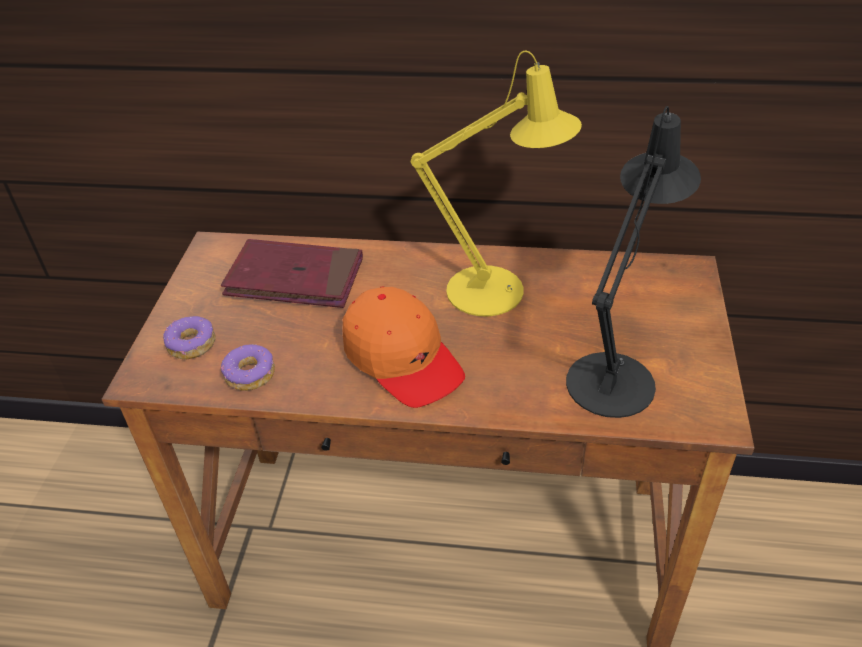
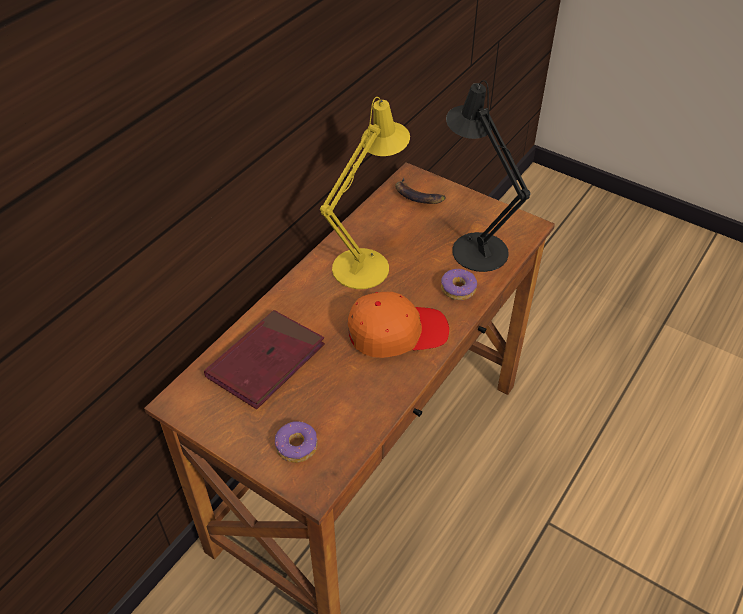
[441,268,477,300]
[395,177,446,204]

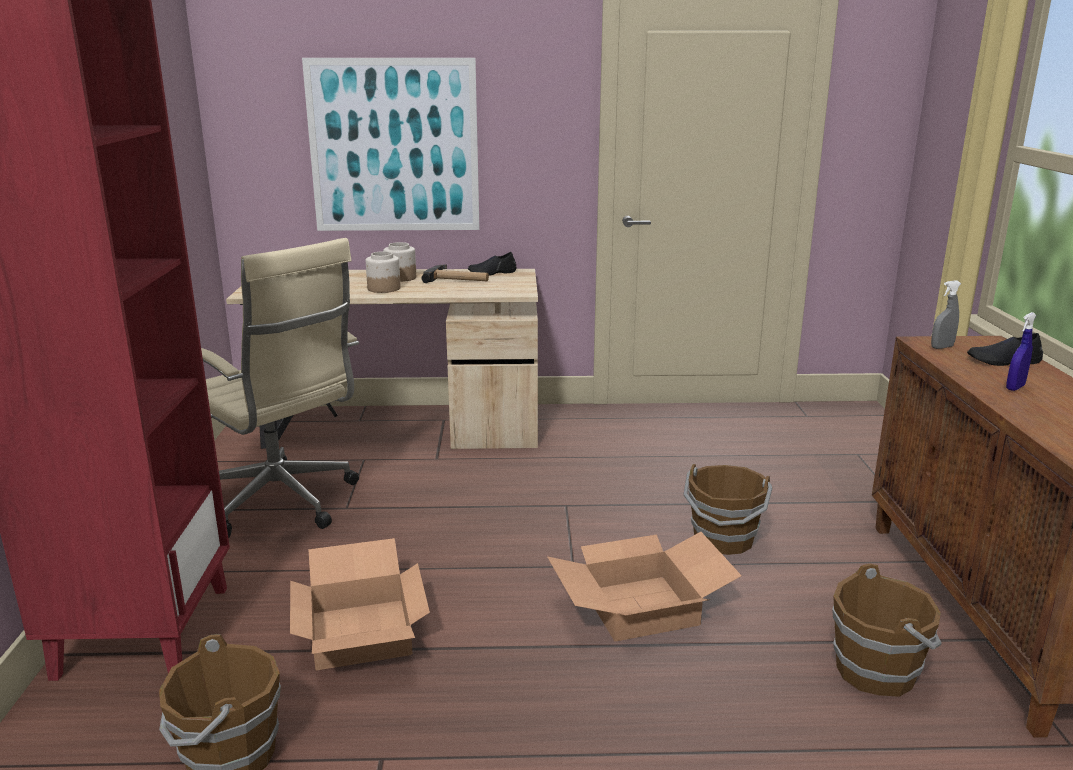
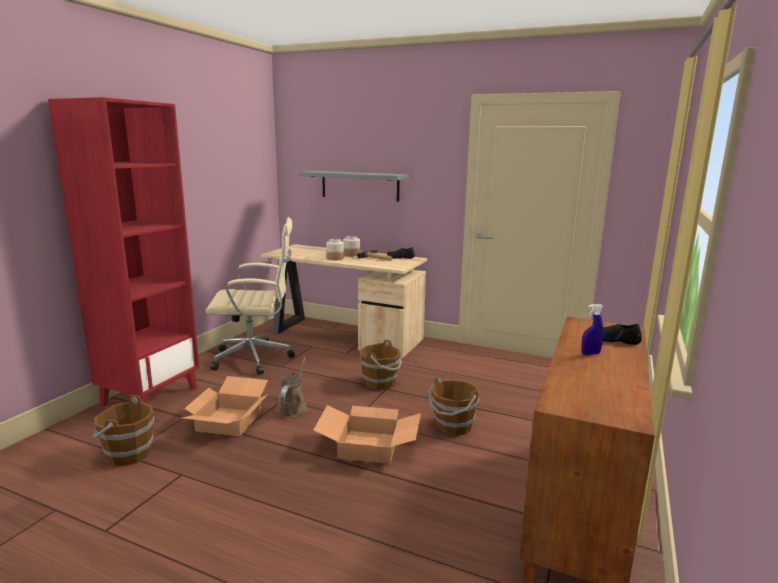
[299,171,409,202]
[206,217,295,375]
[931,280,961,349] (first image)
[360,340,402,390]
[276,357,307,418]

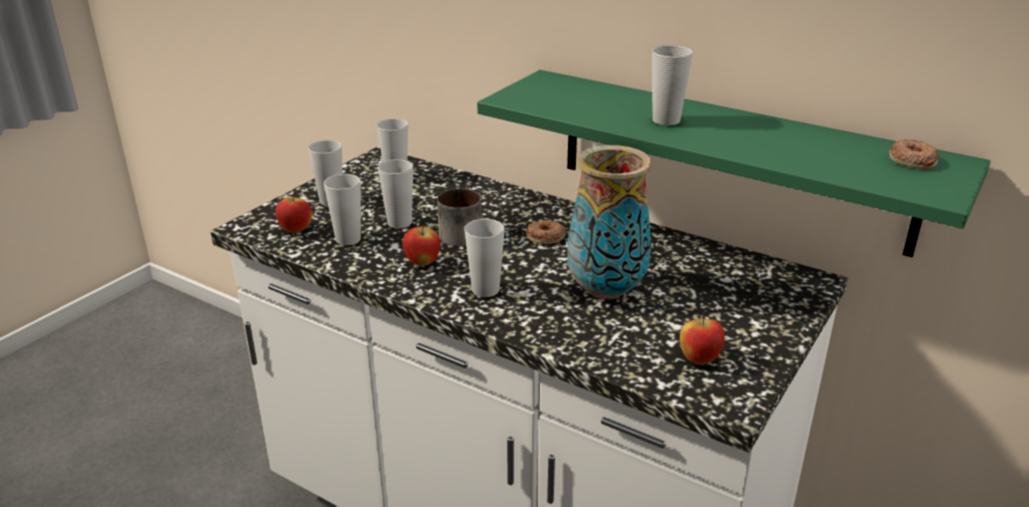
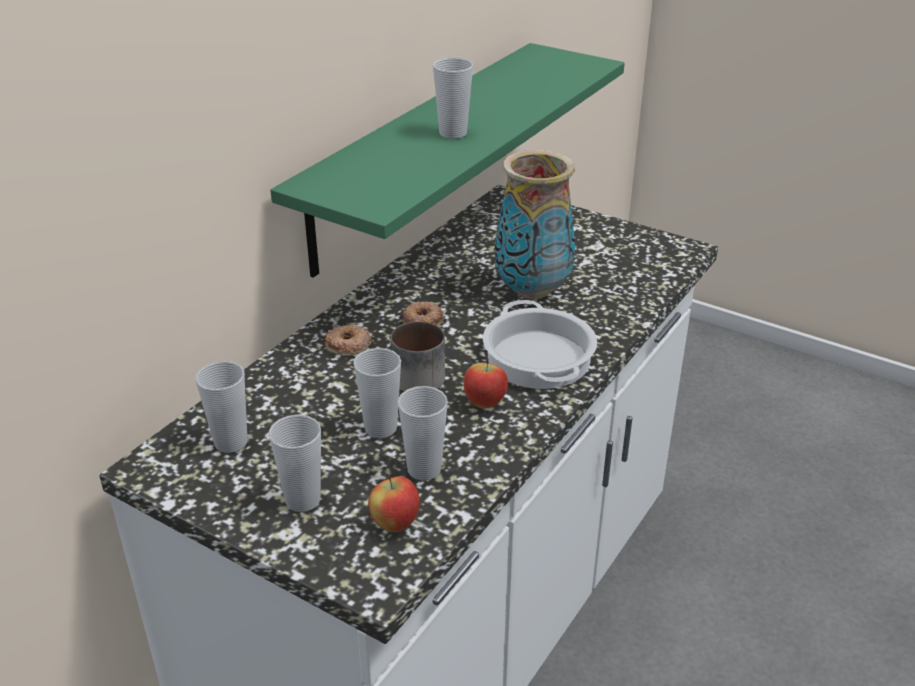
[325,325,371,356]
[483,300,597,389]
[680,313,725,365] (first image)

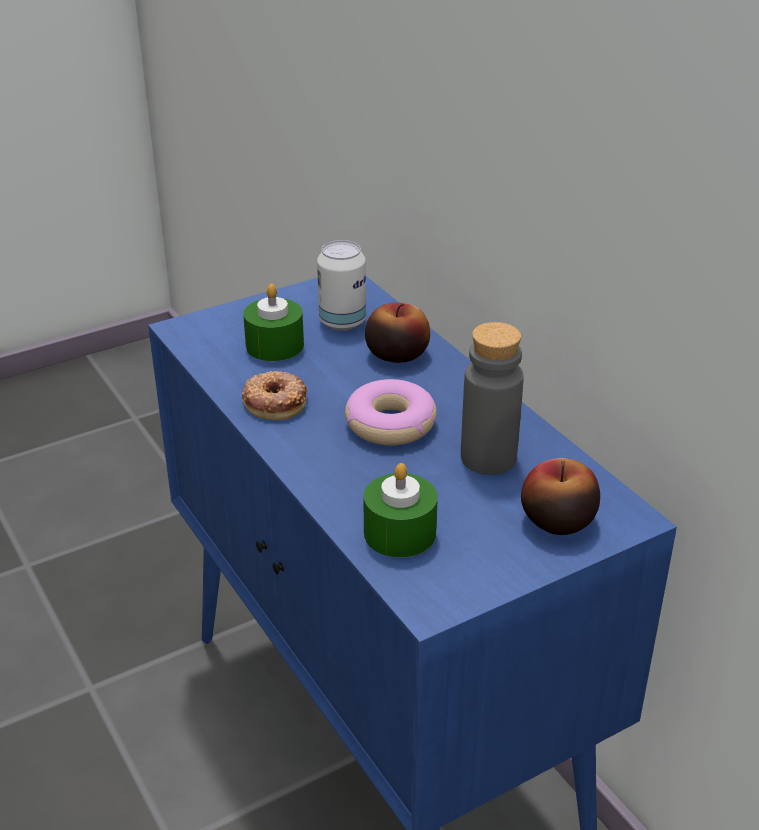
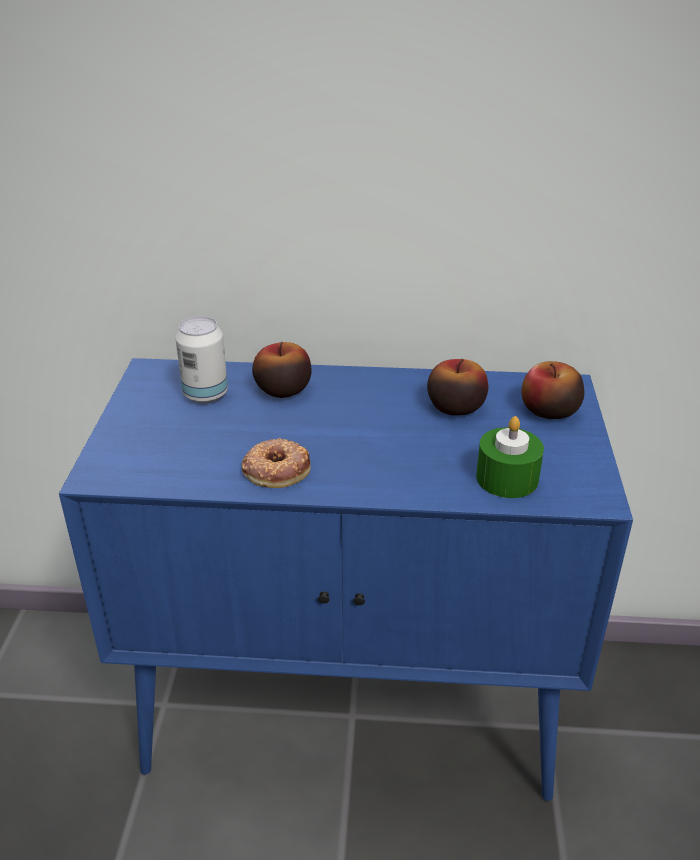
[243,284,304,361] (first image)
[427,359,488,416]
[345,379,437,445] (first image)

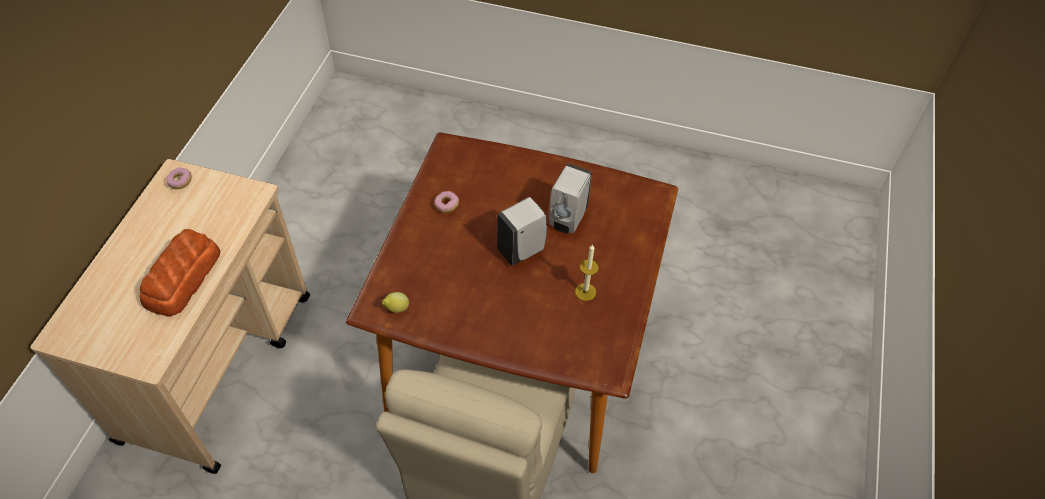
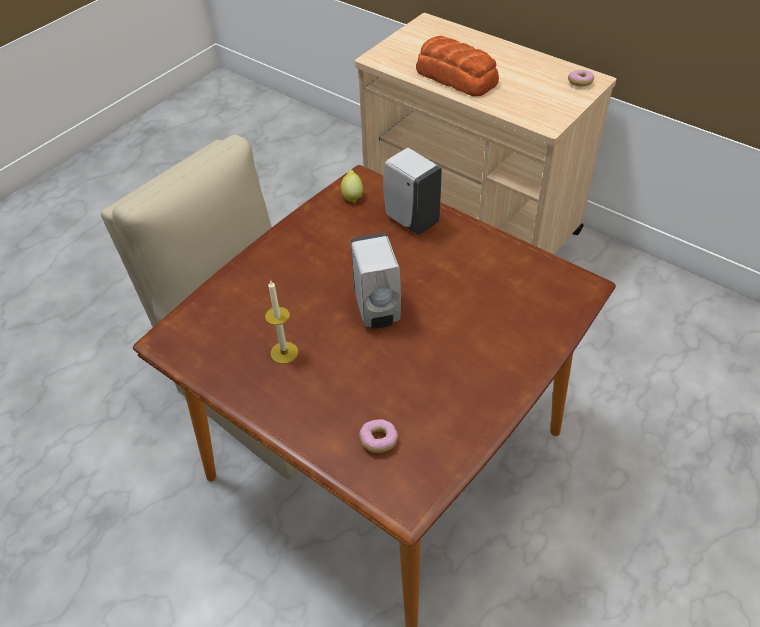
[383,148,442,235]
[359,419,398,453]

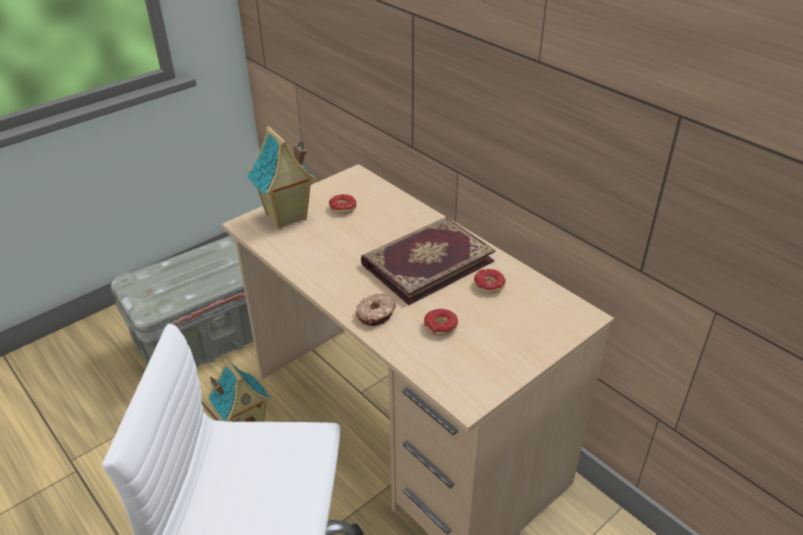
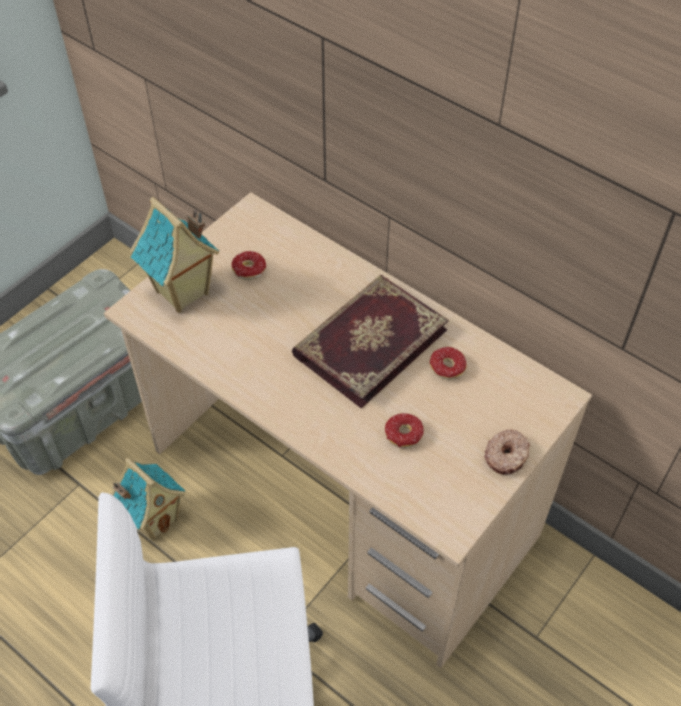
[484,429,530,475]

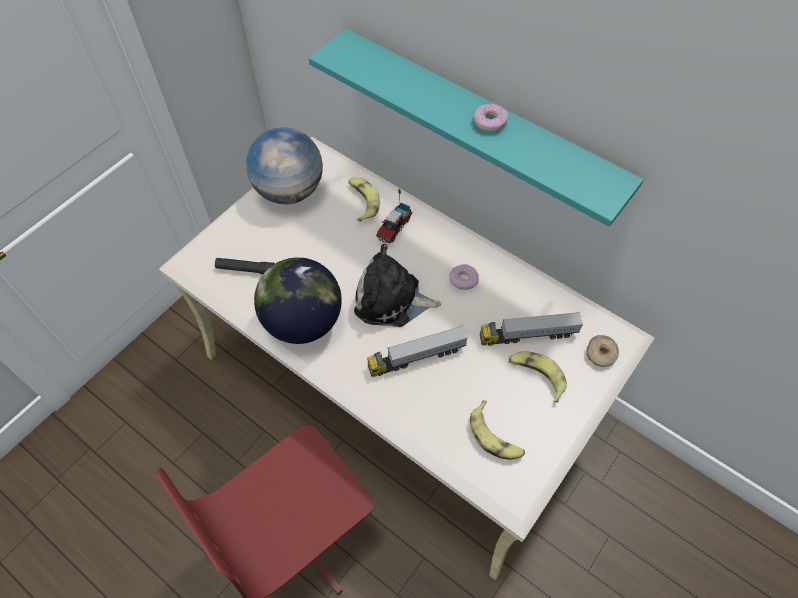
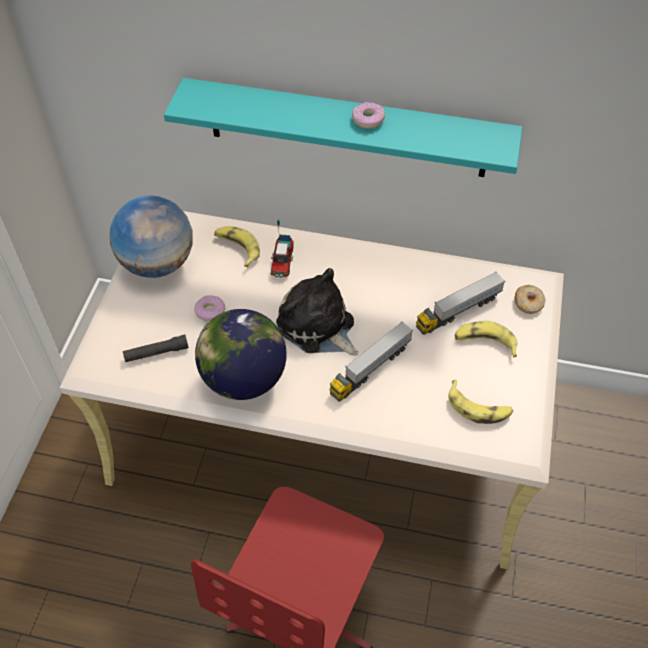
[276,268,359,355]
[194,295,225,321]

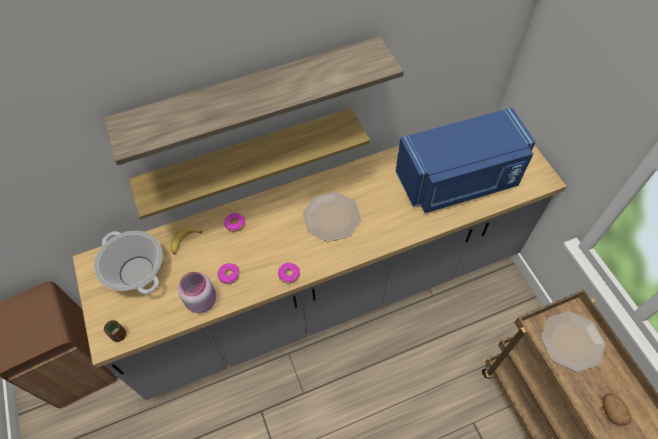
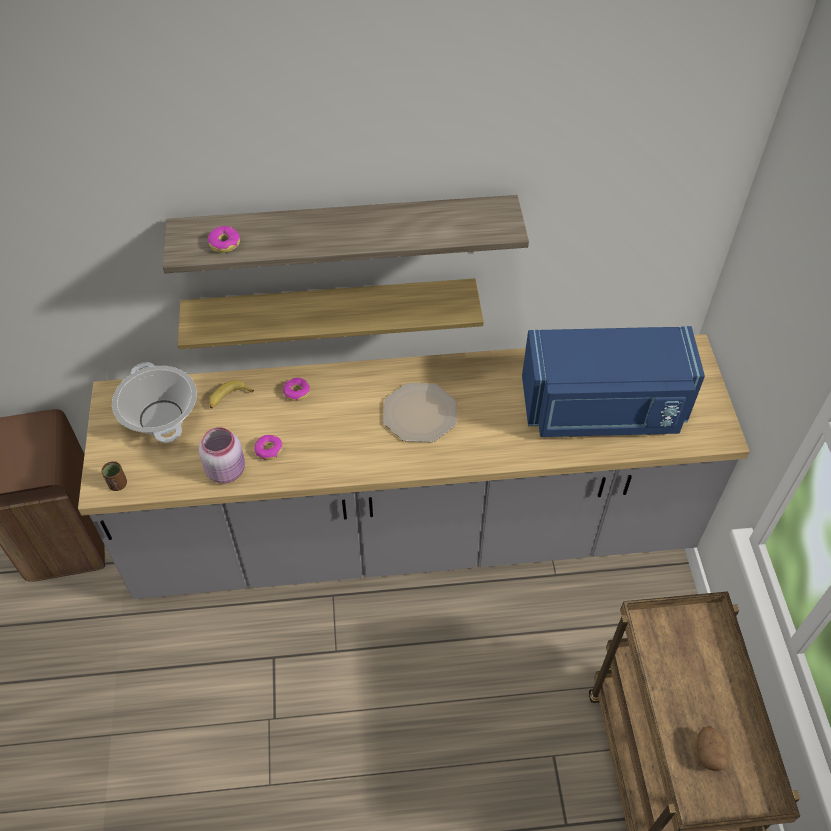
[208,226,240,253]
[541,311,606,372] (first image)

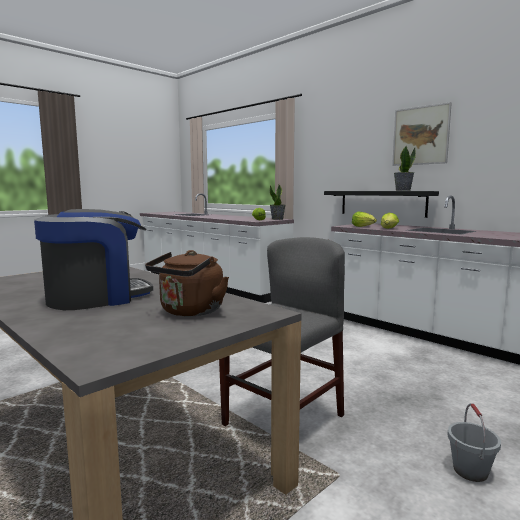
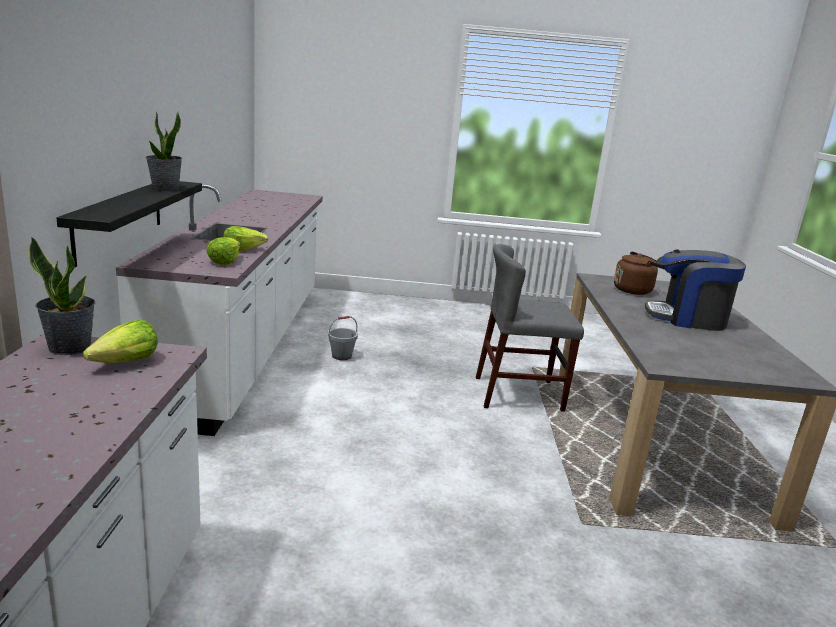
[392,102,452,166] (first image)
[328,316,358,360]

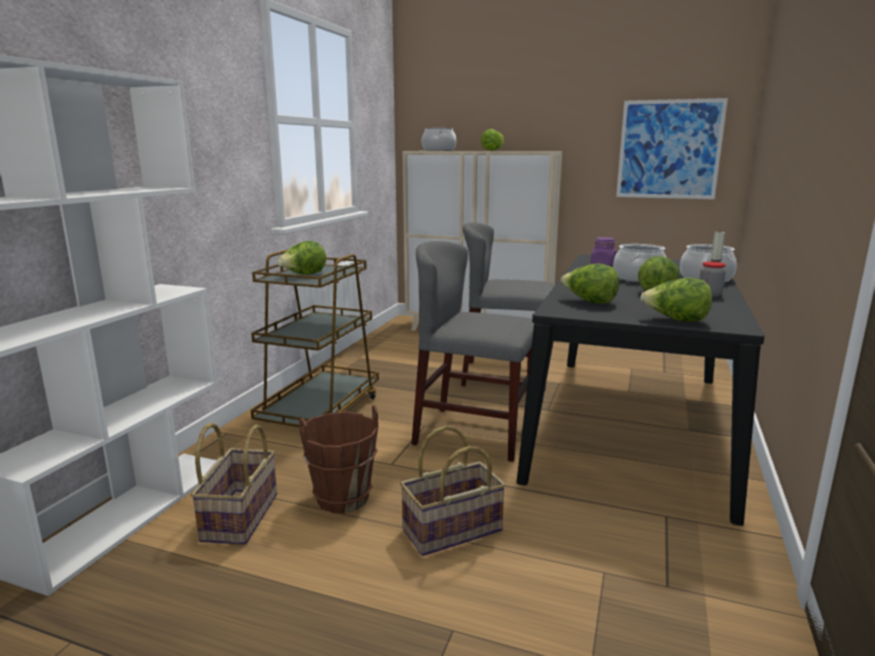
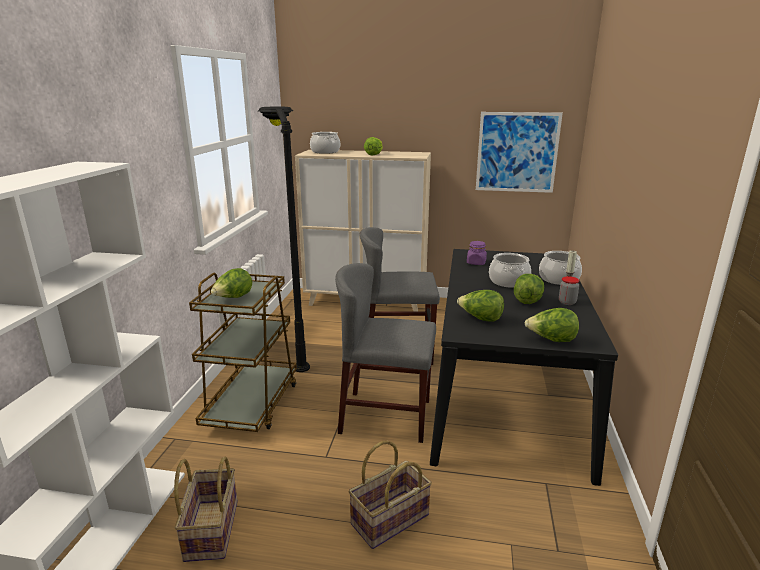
[299,405,378,513] (first image)
[258,107,310,372]

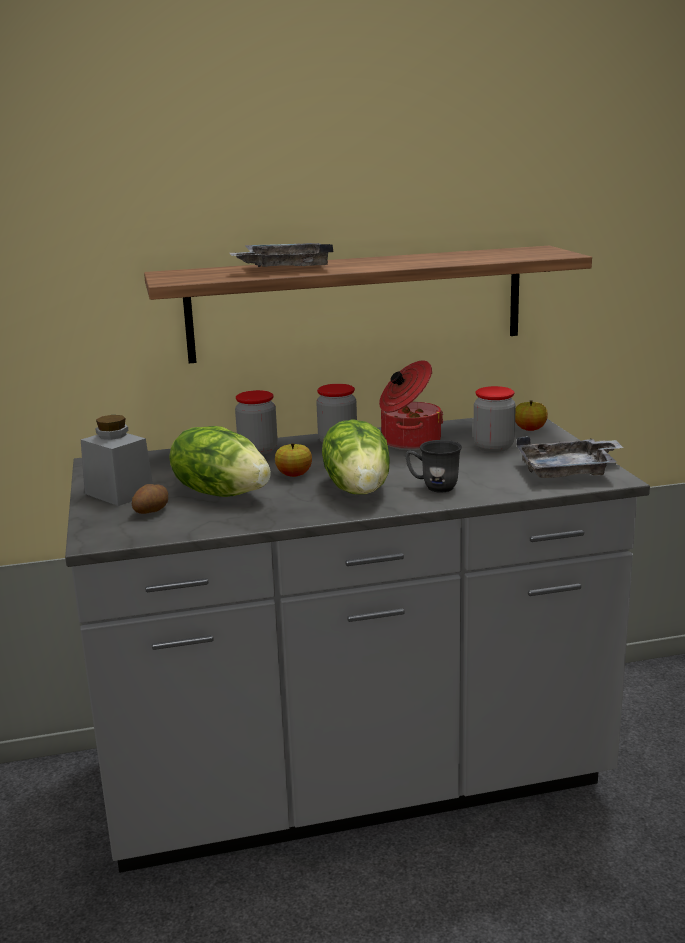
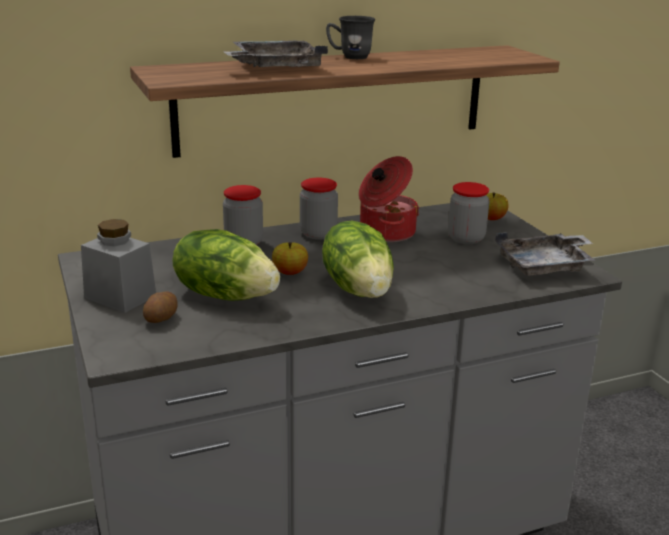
[326,16,375,59]

